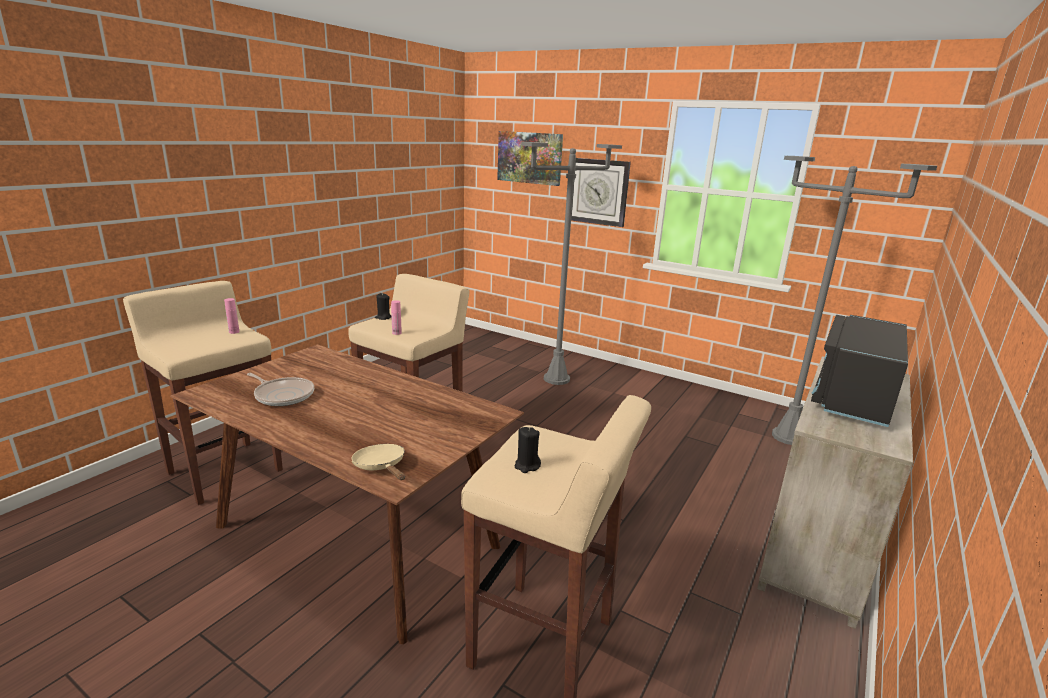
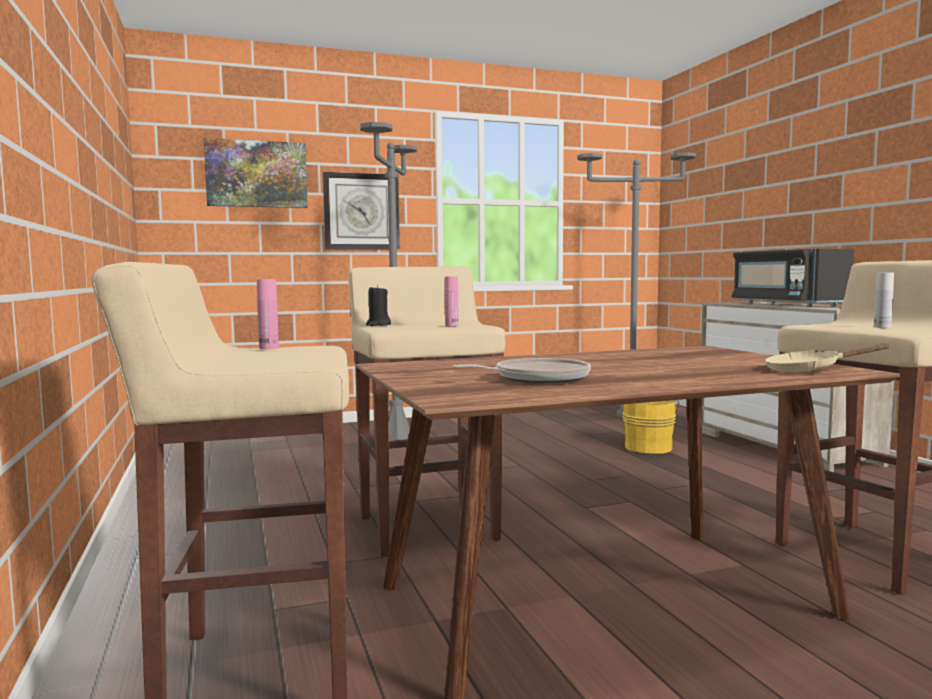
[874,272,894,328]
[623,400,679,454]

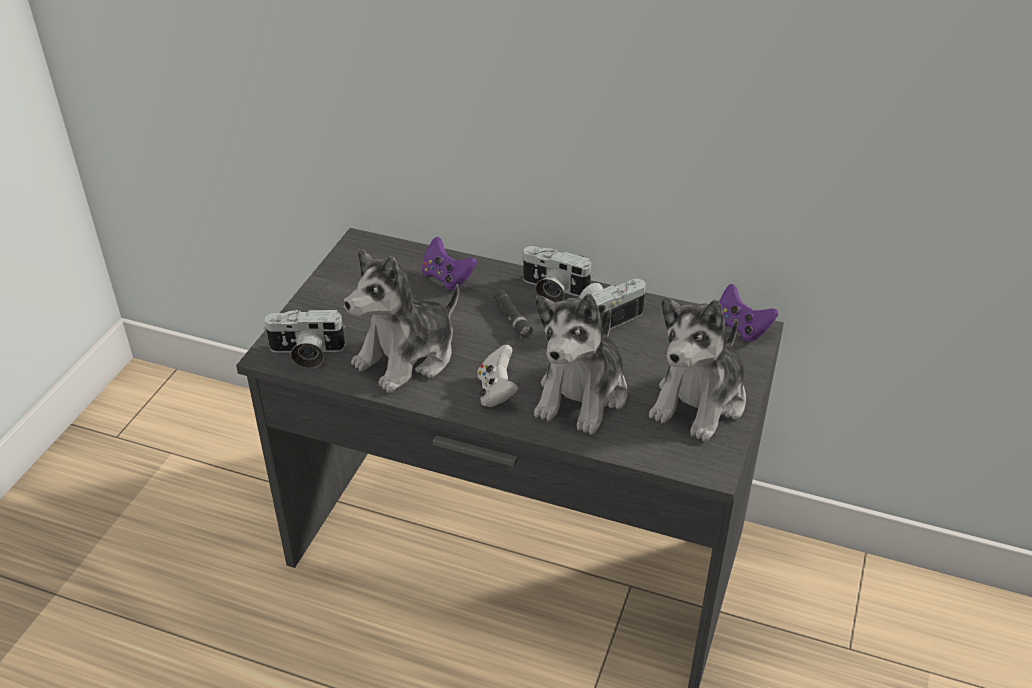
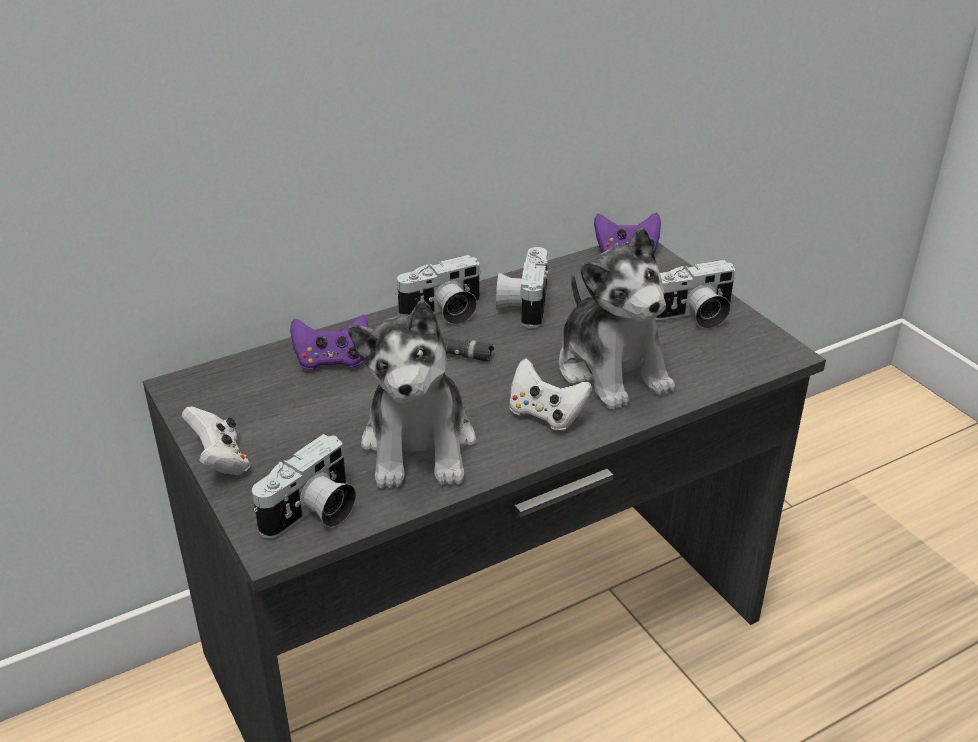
[655,260,735,329]
[182,406,250,475]

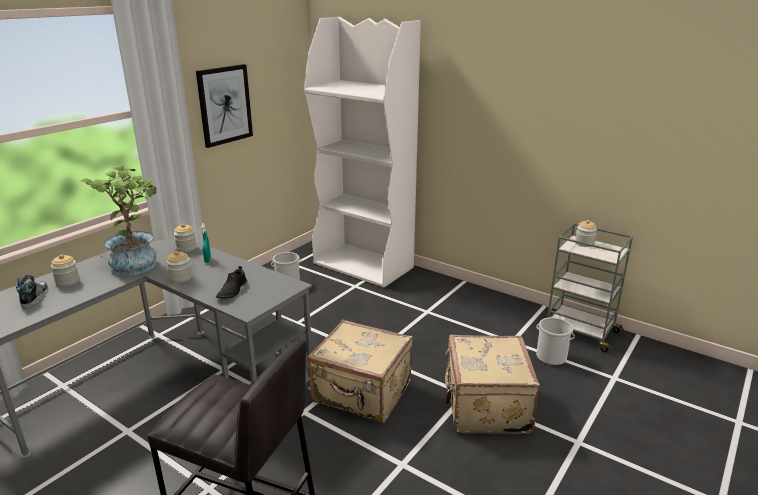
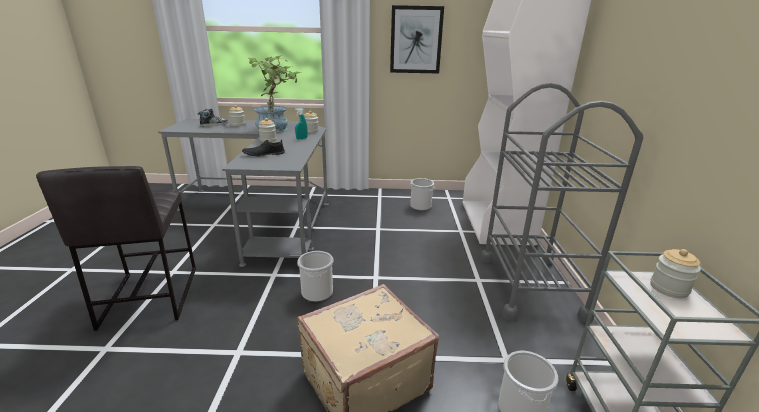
[297,251,333,302]
[480,83,643,322]

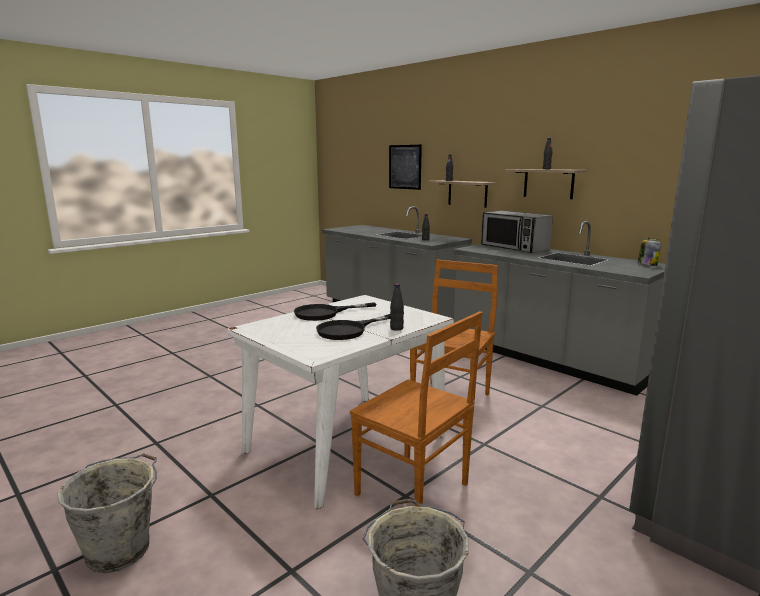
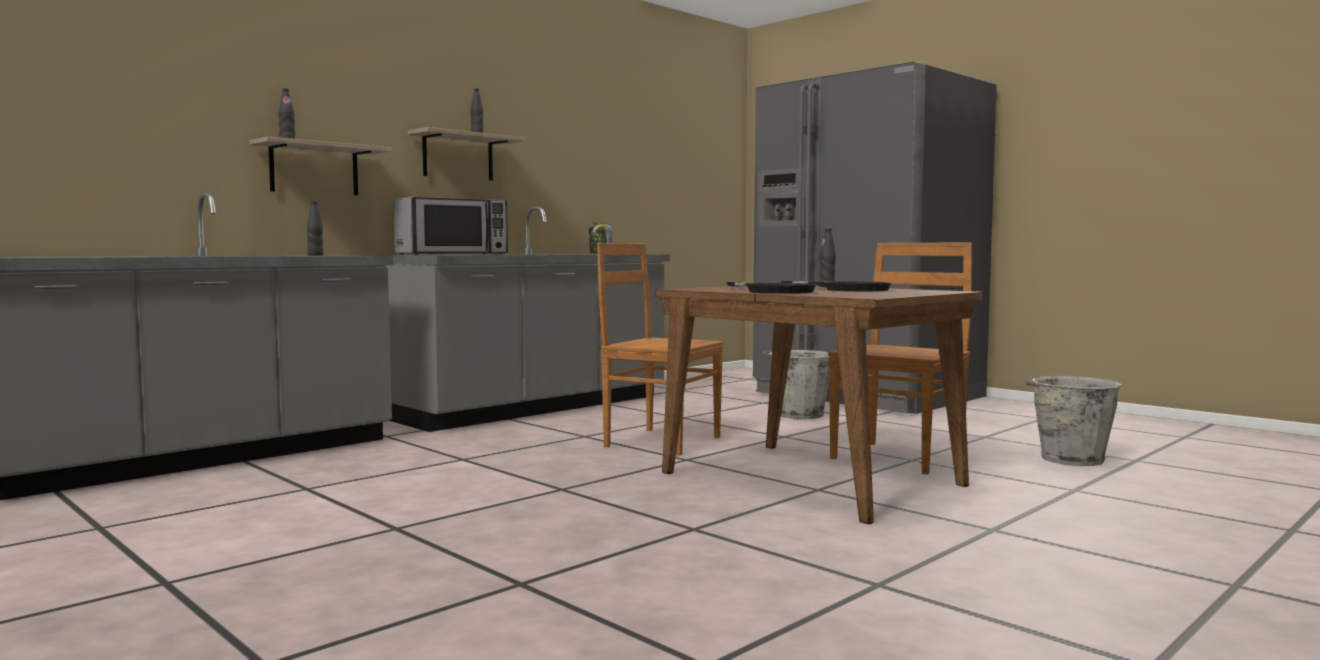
[389,145,422,190] (first image)
[655,286,983,524]
[762,350,829,419]

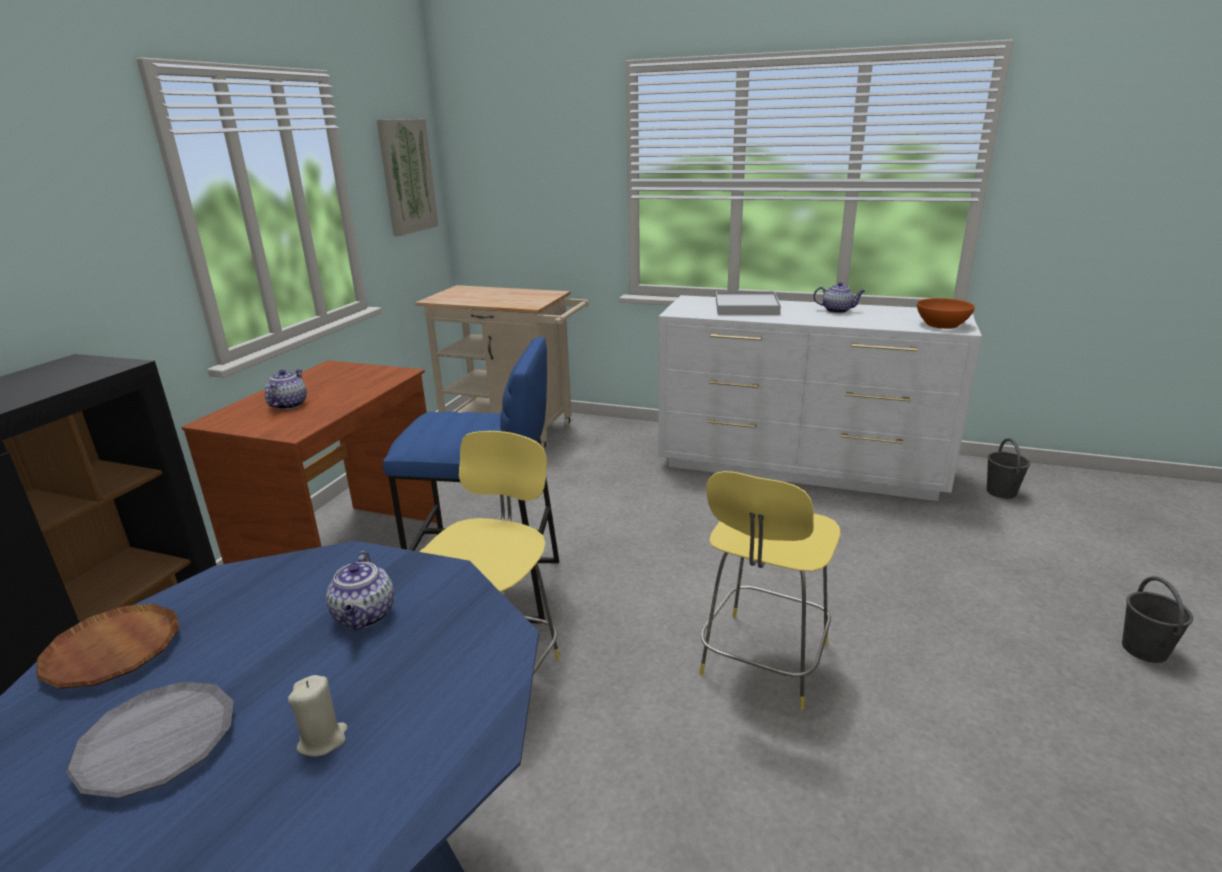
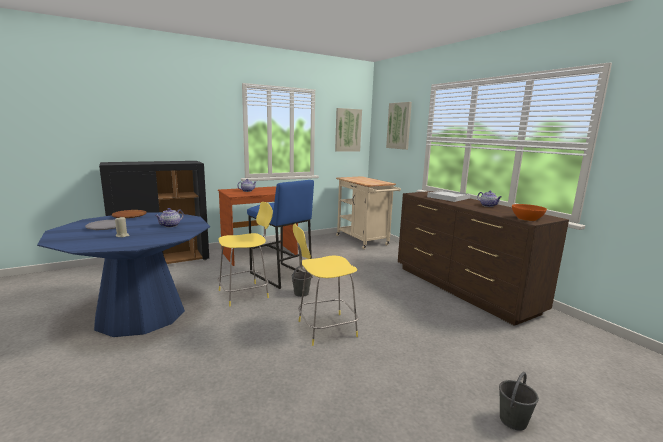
[398,191,569,326]
[292,265,312,297]
[386,102,412,150]

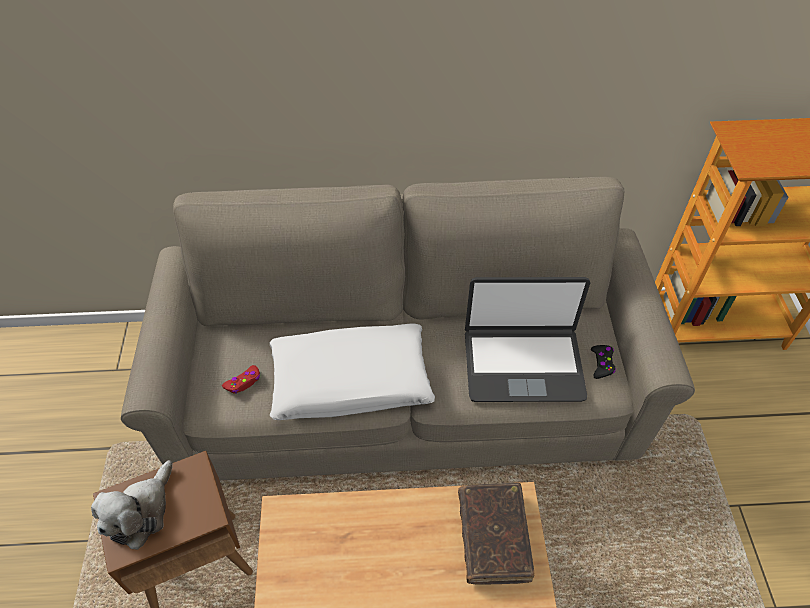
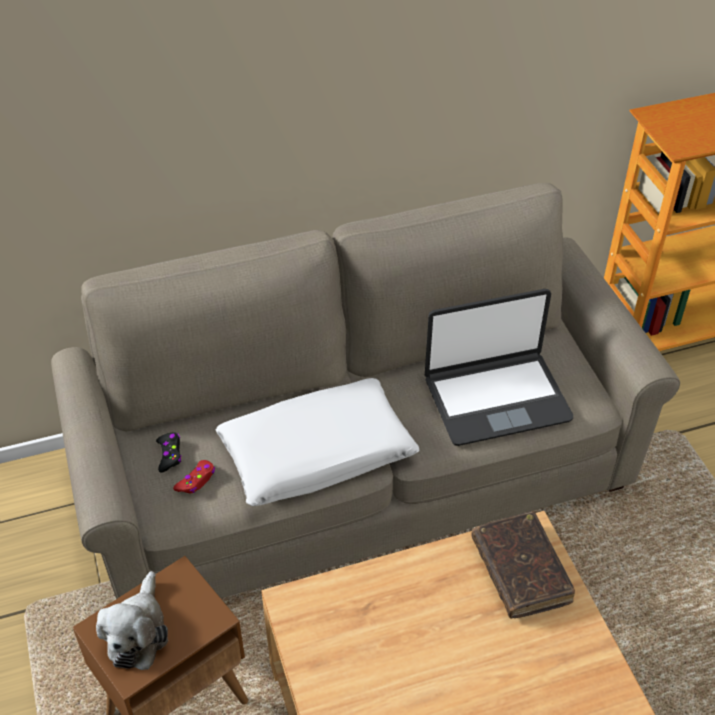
[156,432,181,473]

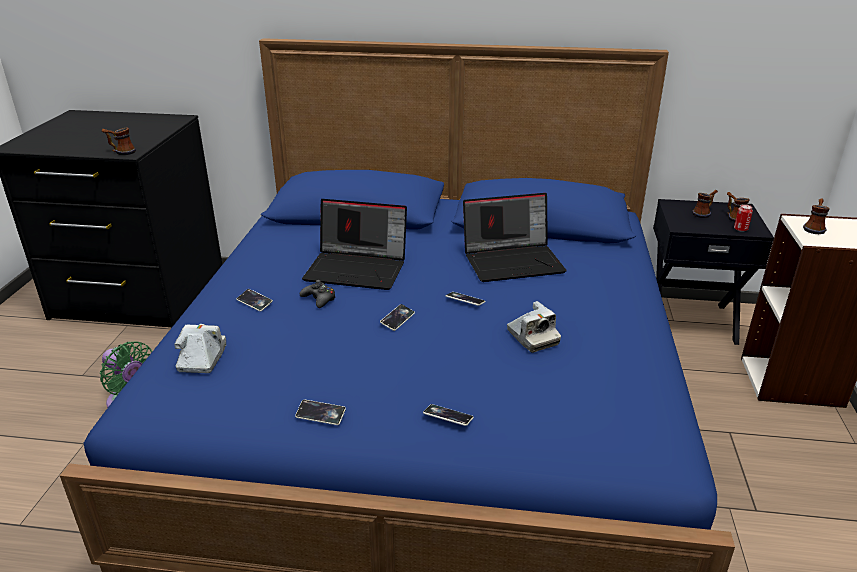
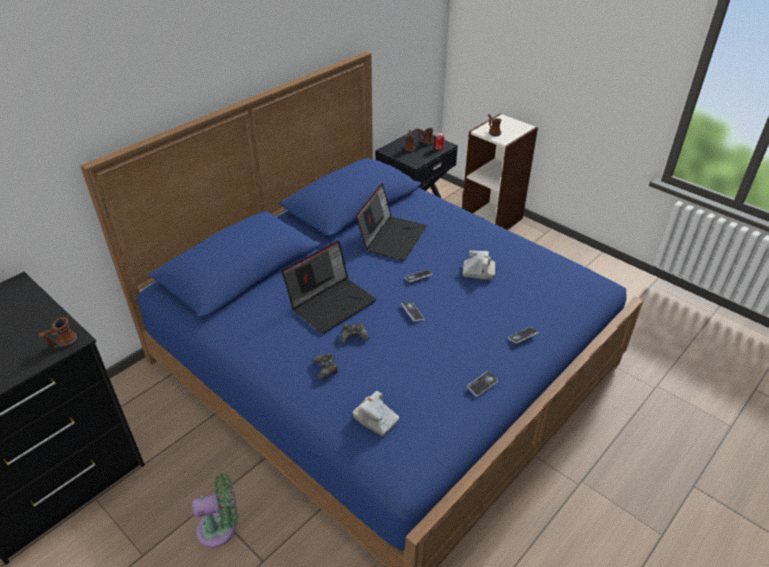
[313,353,338,380]

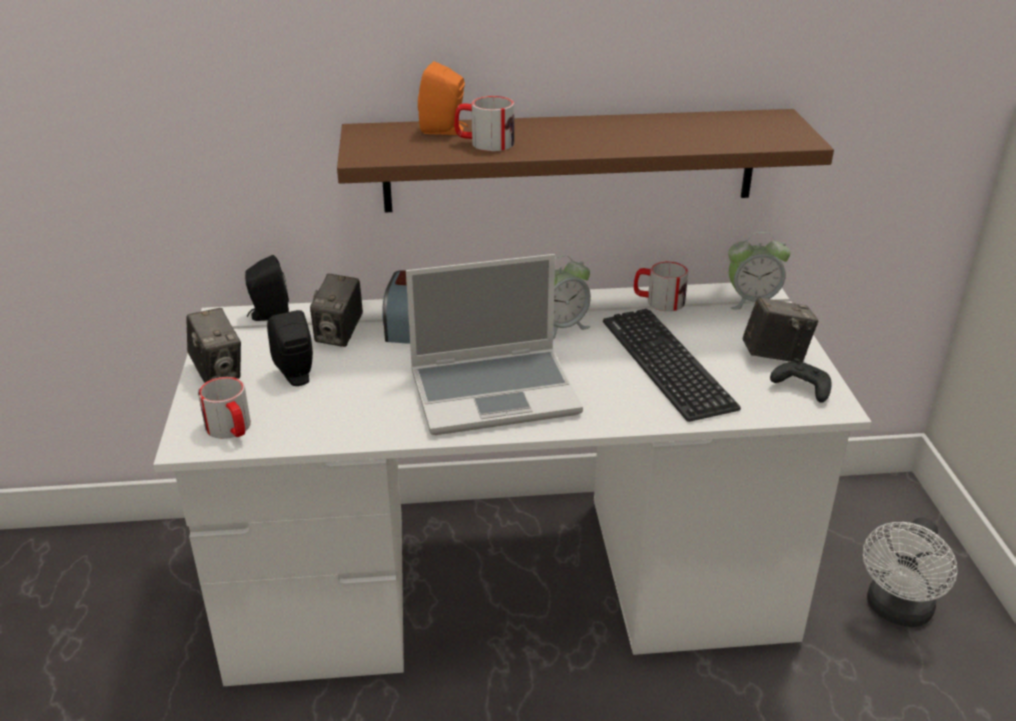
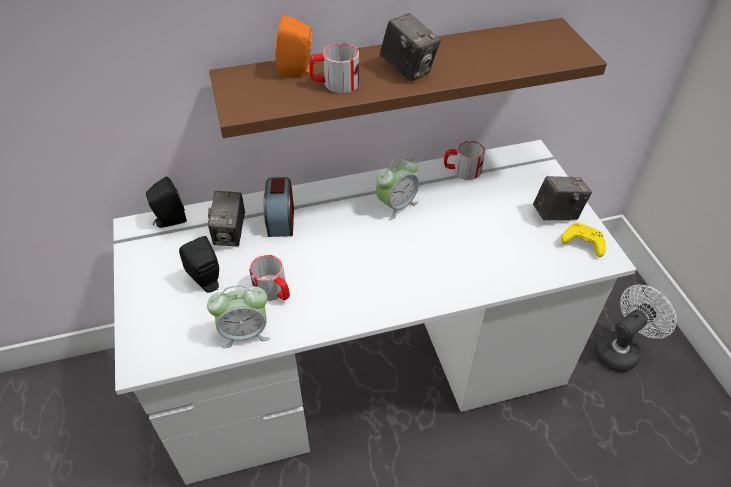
[207,285,270,348]
[406,254,583,435] (first image)
[380,13,441,81]
[603,309,741,422] (first image)
[561,222,606,257]
[249,255,290,301]
[594,285,677,372]

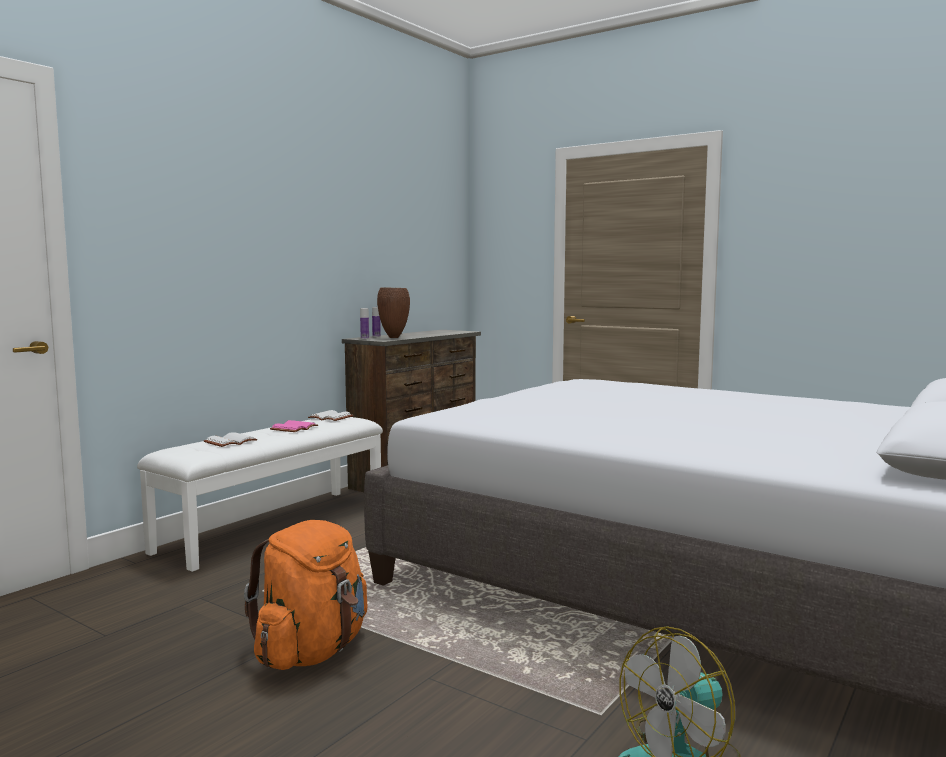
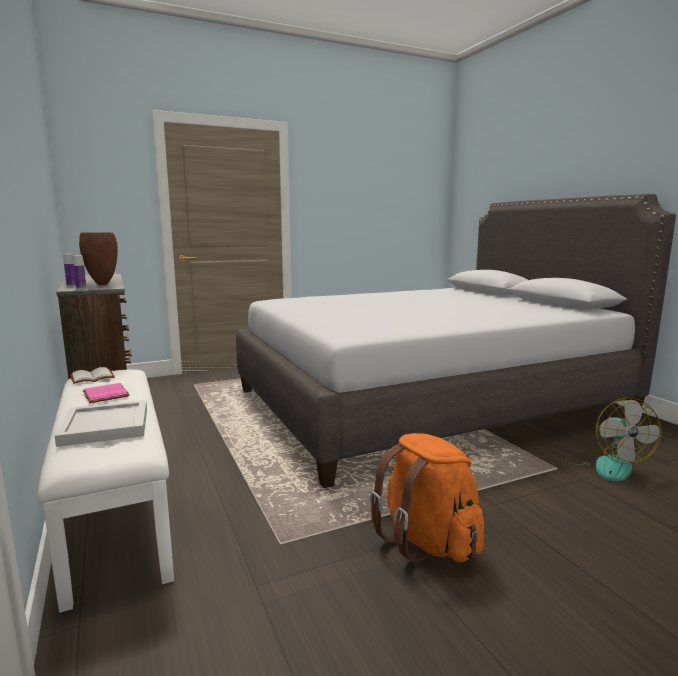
[55,400,147,447]

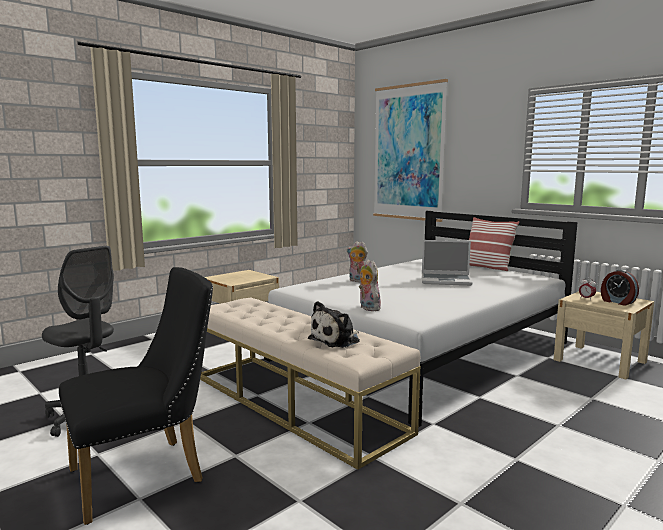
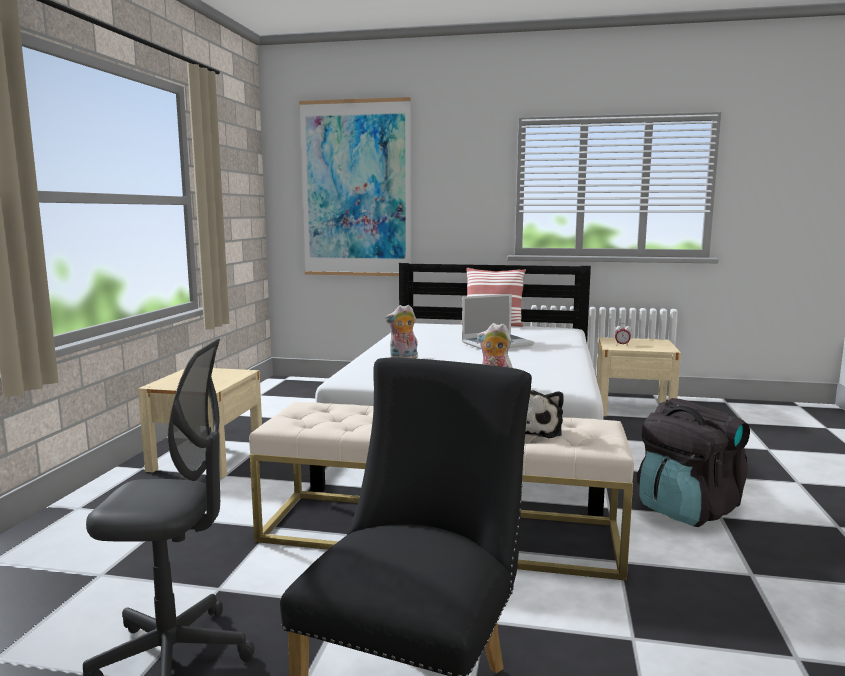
[601,270,639,306] (first image)
[637,398,750,527]

